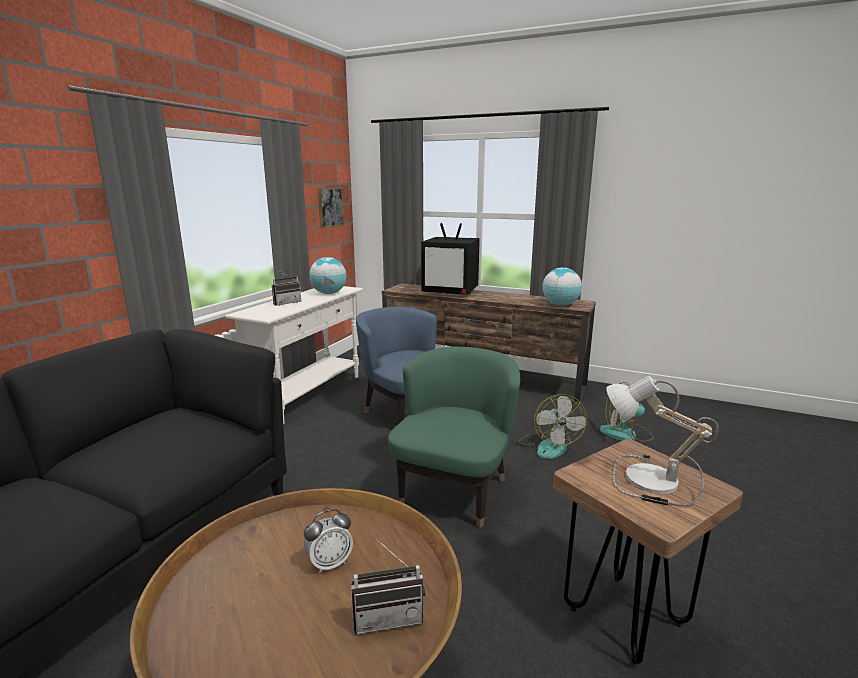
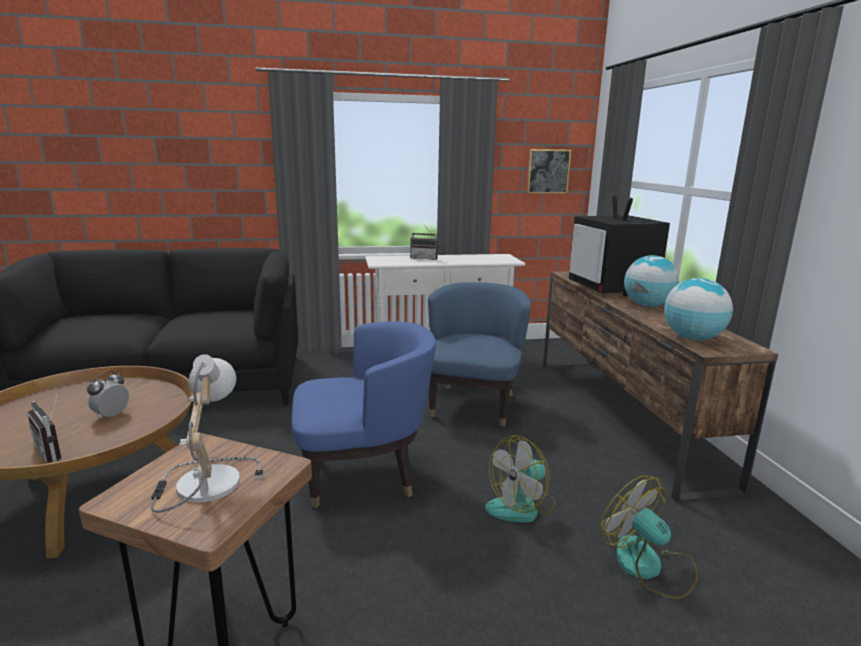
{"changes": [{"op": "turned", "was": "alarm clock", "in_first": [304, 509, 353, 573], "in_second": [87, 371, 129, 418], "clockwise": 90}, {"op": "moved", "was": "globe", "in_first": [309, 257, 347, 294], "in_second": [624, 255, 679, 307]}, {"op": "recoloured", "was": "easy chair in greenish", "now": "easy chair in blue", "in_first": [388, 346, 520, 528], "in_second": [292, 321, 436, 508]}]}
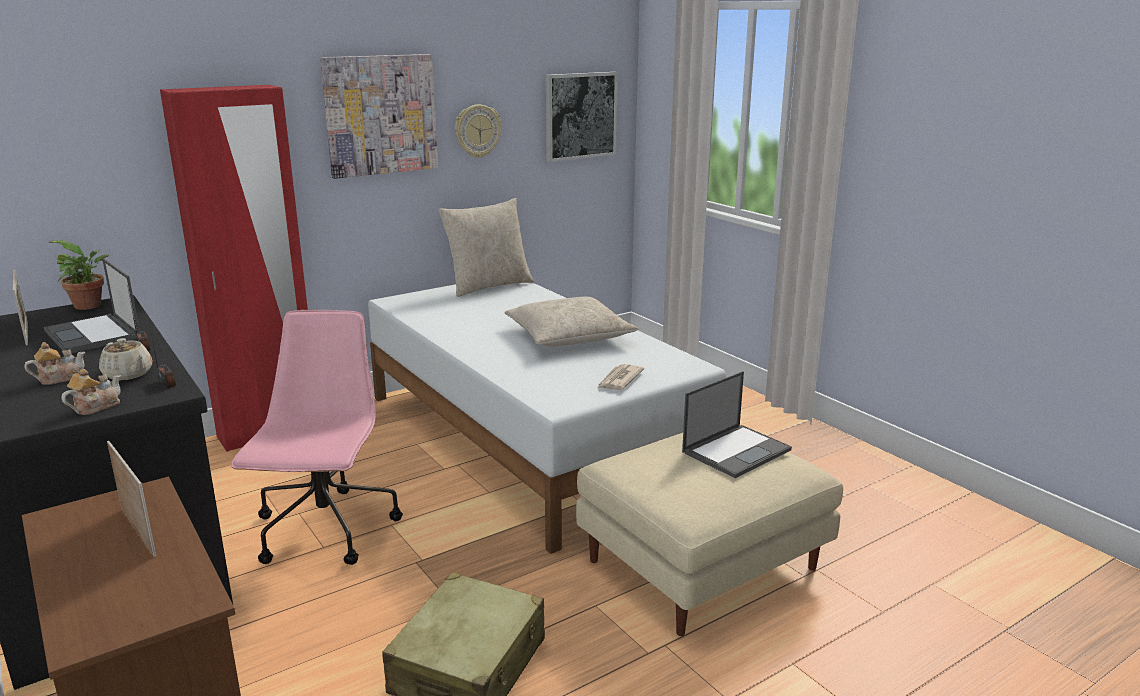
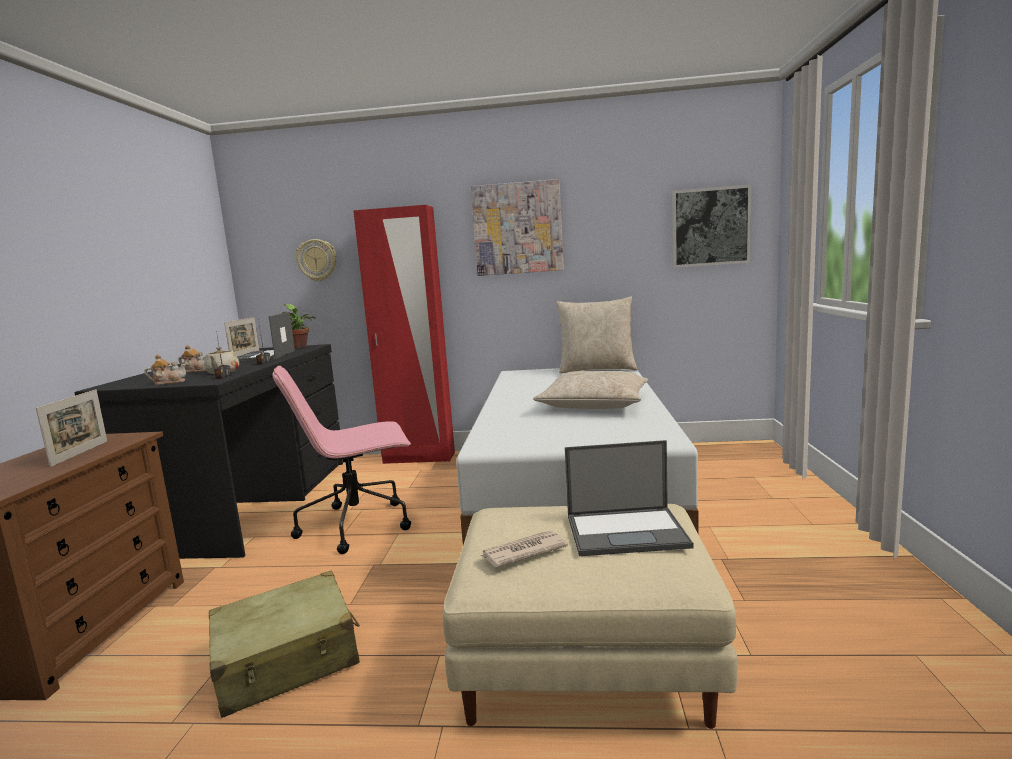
{"changes": [{"op": "turned", "was": "computer chair in pinkish", "in_first": [231, 310, 403, 565], "in_second": [272, 366, 411, 554], "clockwise": -150}, {"op": "moved", "was": "wall clock", "in_first": [455, 104, 502, 158], "in_second": [296, 239, 336, 281]}, {"op": "moved", "was": "daily paper", "in_first": [598, 364, 644, 390], "in_second": [480, 531, 568, 567]}]}
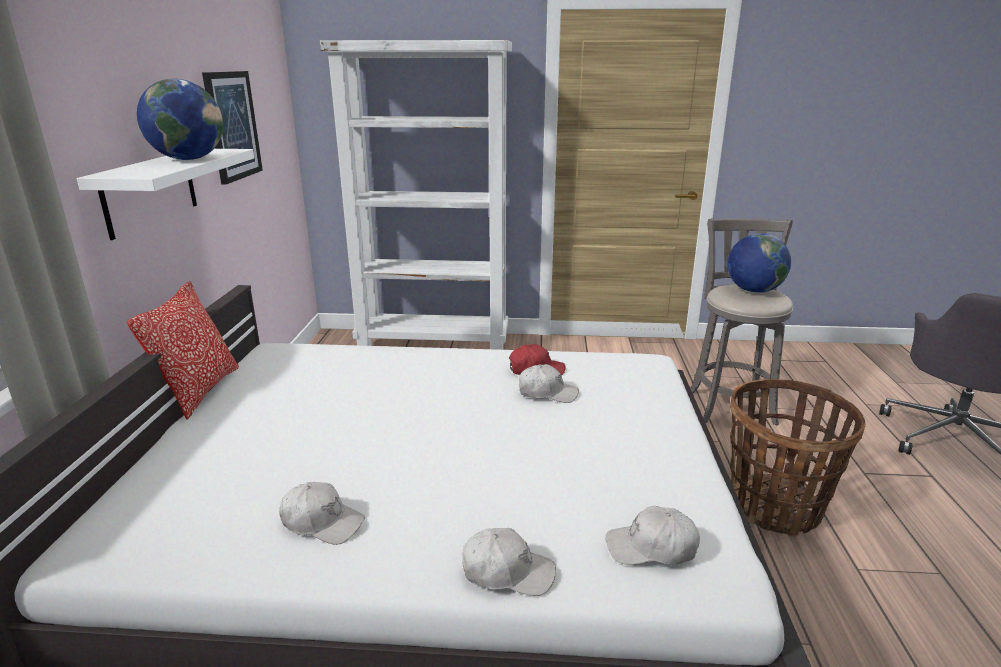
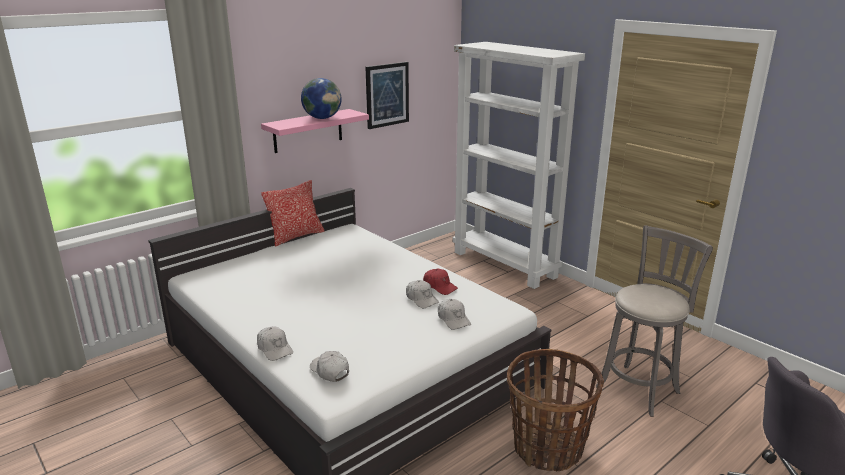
{"changes": [{"op": "recoloured", "was": "bracket shelf in white-coloured", "now": "bracket shelf in pinkish", "in_first": [77, 149, 254, 240], "in_second": [261, 109, 369, 153]}, {"op": "moved", "was": "cap in white-coloured", "in_first": [279, 482, 365, 545], "in_second": [438, 299, 471, 330]}, {"op": "removed", "was": "globe", "in_first": [727, 233, 791, 293]}]}
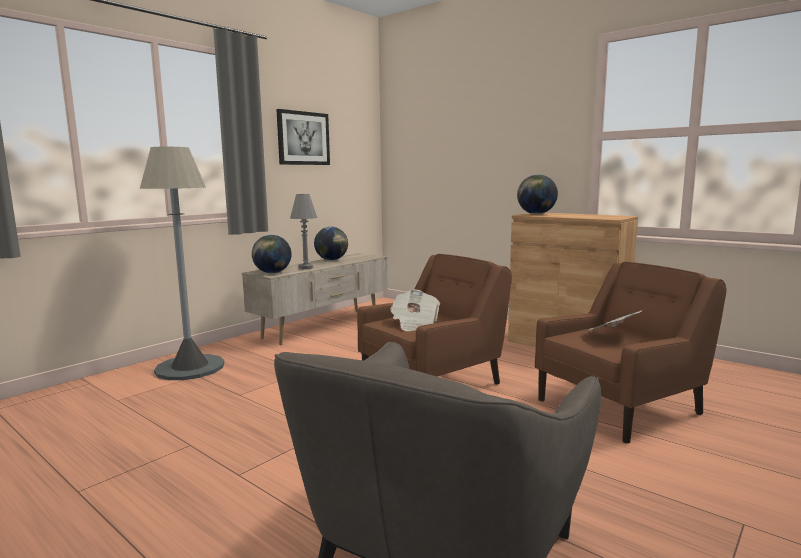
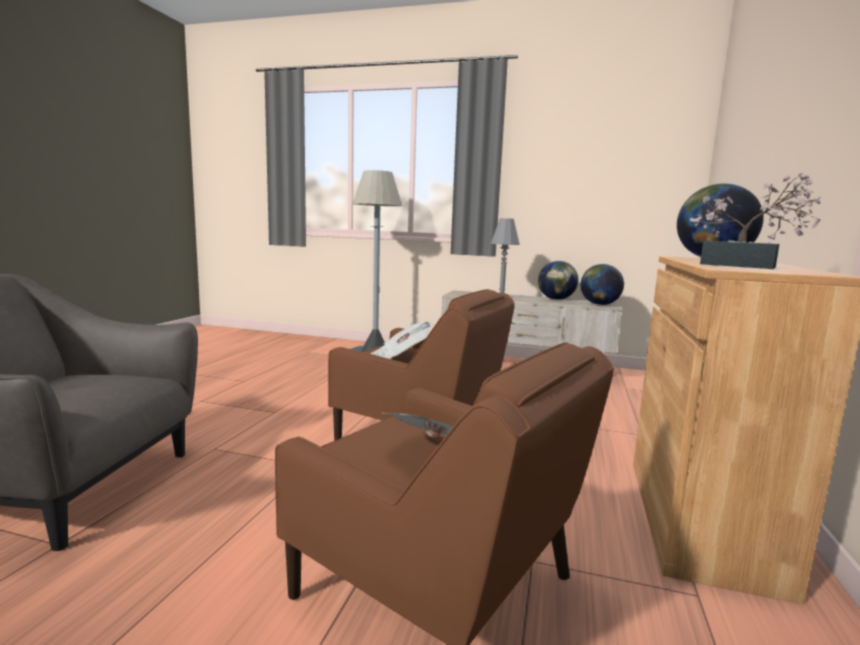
{"changes": [{"op": "moved", "was": "globe", "in_first": [252, 235, 292, 273], "in_second": [581, 264, 624, 305]}, {"op": "removed", "was": "picture", "in_first": [276, 109, 330, 165]}, {"op": "added", "now": "houseplant", "in_second": [690, 172, 820, 269]}]}
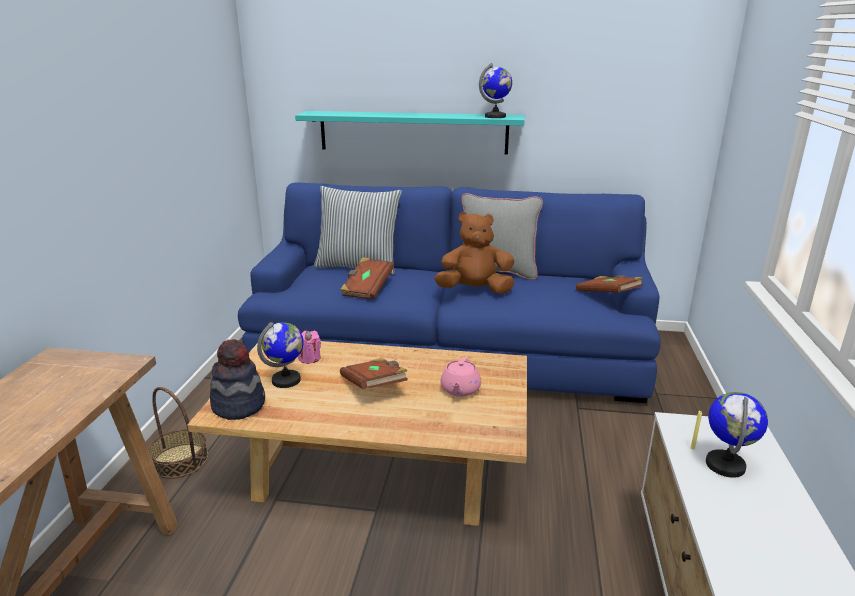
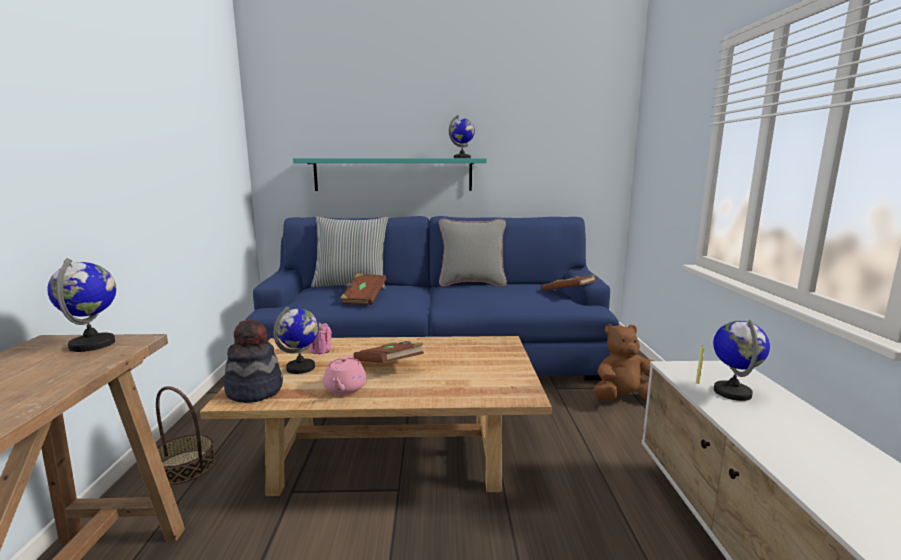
{"changes": [{"op": "moved", "was": "soft toy in brown-coloured", "in_first": [434, 212, 514, 294], "in_second": [593, 324, 654, 400]}, {"op": "moved", "was": "pot for tea in pinkish", "in_first": [440, 357, 481, 397], "in_second": [323, 356, 367, 395]}, {"op": "added", "now": "globe", "in_second": [47, 258, 116, 352]}]}
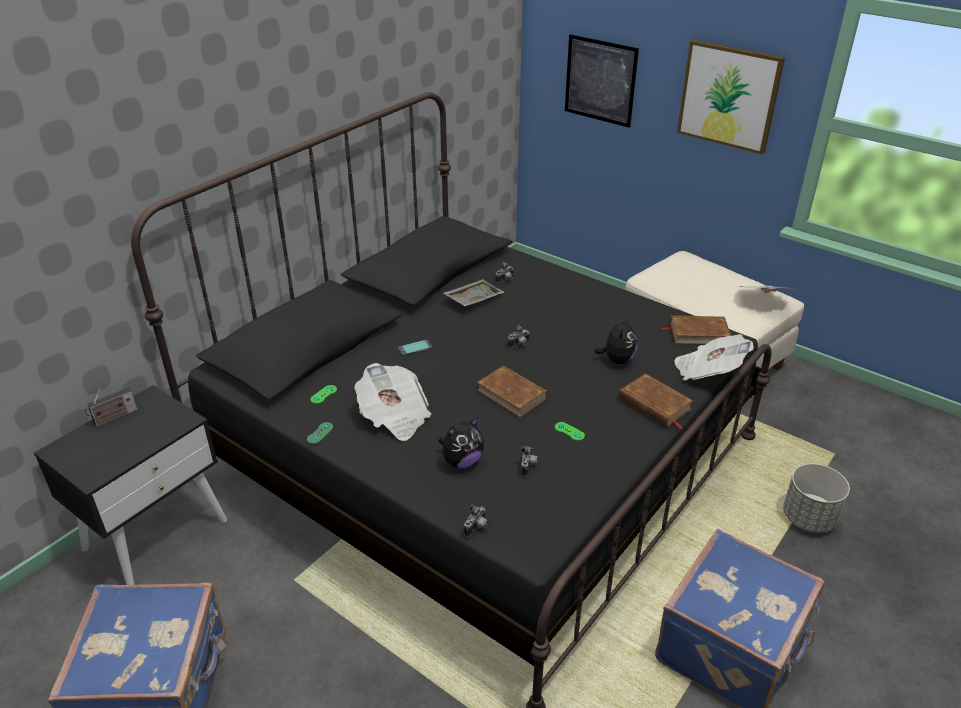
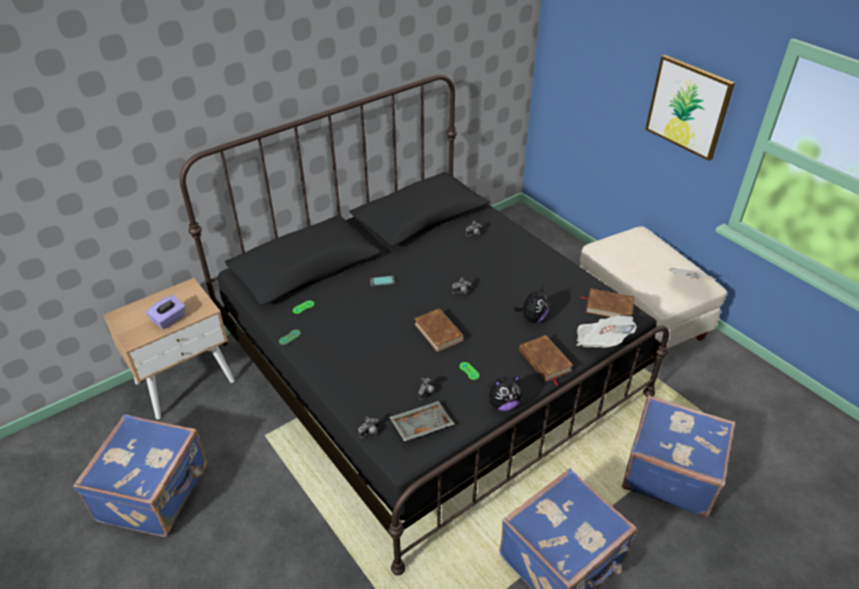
{"changes": [{"op": "recoloured", "was": "night table in black-coloured", "now": "night table in sand-coloured", "in_first": [34, 385, 227, 585], "in_second": [103, 278, 235, 419]}, {"op": "removed", "was": "radio", "in_first": [84, 387, 138, 427]}, {"op": "removed", "was": "daily paper", "in_first": [354, 363, 432, 441]}, {"op": "moved", "was": "soft toy", "in_first": [438, 416, 484, 468], "in_second": [488, 375, 522, 411]}, {"op": "moved", "was": "carrying tray in gray", "in_first": [443, 279, 504, 306], "in_second": [389, 401, 454, 441]}, {"op": "removed", "was": "picture", "in_first": [565, 34, 639, 128]}, {"op": "replaced", "was": "flower pot in gray", "now": "travel case in blue", "in_first": [783, 463, 850, 533], "in_second": [622, 395, 735, 518]}, {"op": "added", "now": "box of tissues in purple", "in_second": [146, 295, 186, 329]}]}
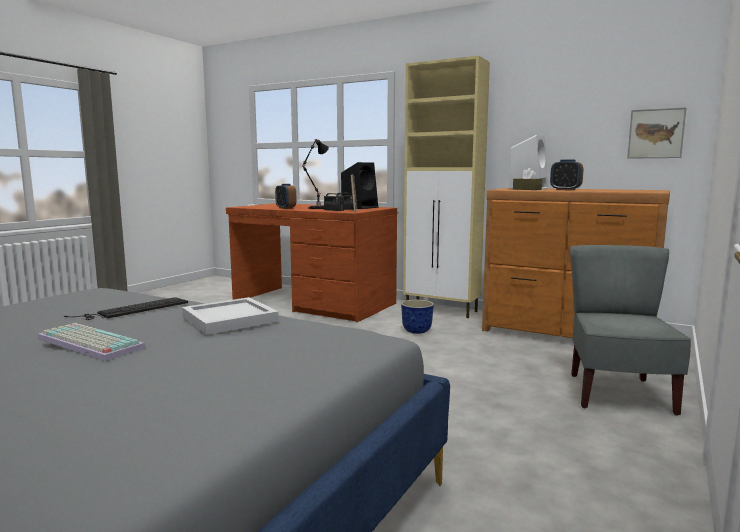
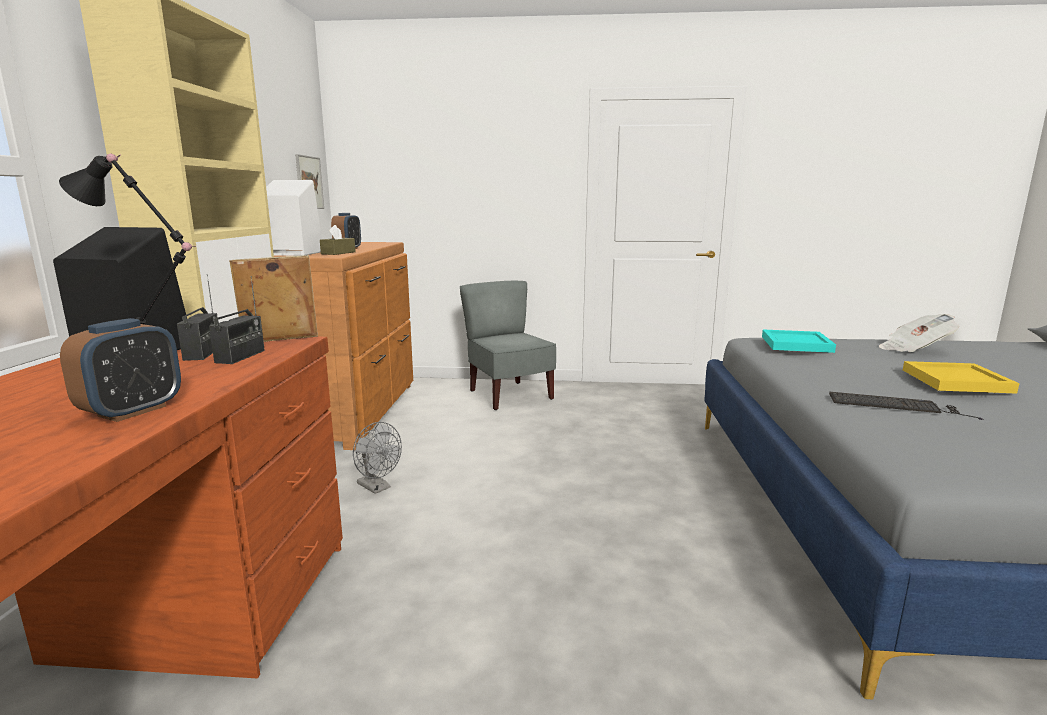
{"changes": [{"op": "replaced", "was": "PC keyboard", "now": "carrying tray in yellow", "in_first": [38, 323, 146, 361], "in_second": [903, 361, 1020, 394]}, {"op": "removed", "was": "carrying tray in white-coloured", "in_first": [182, 297, 279, 335]}, {"op": "replaced", "was": "flower pot", "now": "fan in gray", "in_first": [401, 300, 434, 334], "in_second": [353, 422, 402, 494]}, {"op": "turned", "was": "chair in gray", "in_first": [570, 245, 691, 416], "in_second": [460, 281, 556, 410], "clockwise": 75}, {"op": "added", "now": "carrying tray in turquoise", "in_second": [762, 330, 836, 353]}, {"op": "added", "now": "daily paper", "in_second": [879, 314, 959, 352]}]}
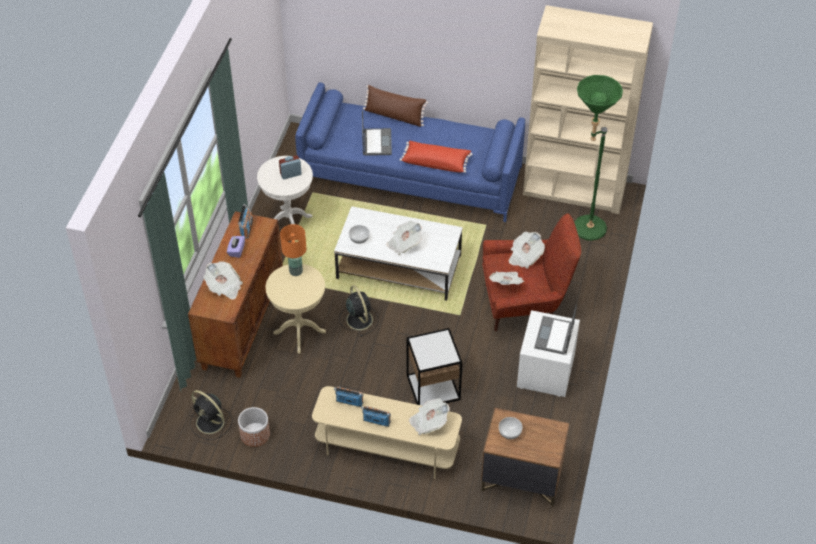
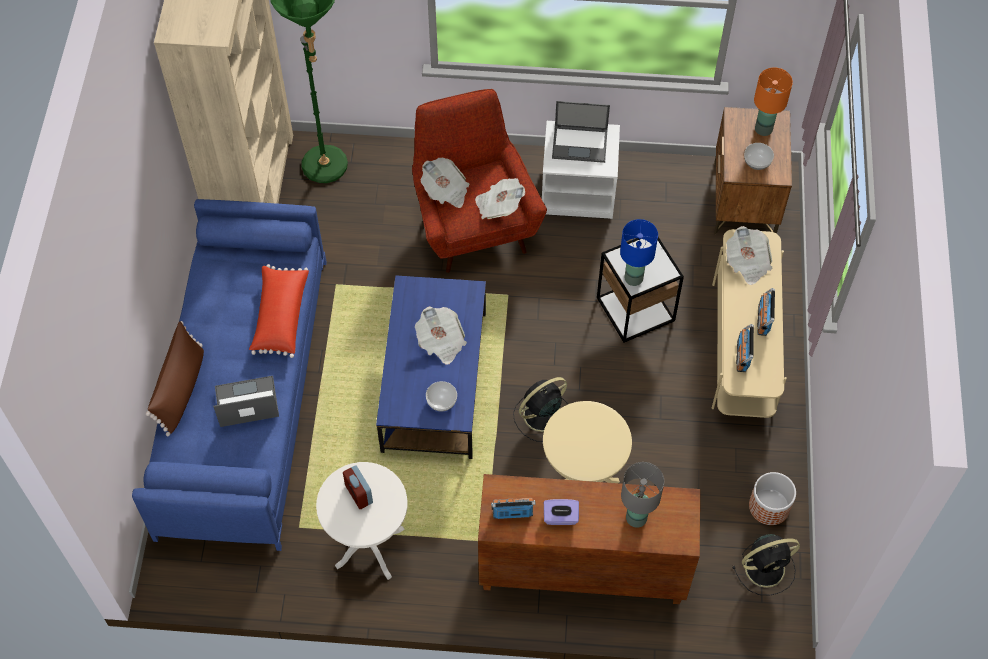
{"changes": [{"op": "turned", "was": "fan in black-coloured", "in_first": [190, 390, 233, 440], "in_second": [732, 534, 800, 595], "clockwise": 45}, {"op": "replaced", "was": "daily paper", "now": "lamp for a table in gray", "in_first": [204, 261, 243, 300], "in_second": [621, 462, 664, 528]}, {"op": "moved", "was": "lamp for a table in orange", "in_first": [280, 224, 306, 276], "in_second": [754, 67, 793, 136]}, {"op": "recoloured", "was": "lounge table in white-coloured", "now": "lounge table in blue", "in_first": [334, 206, 463, 301], "in_second": [376, 275, 486, 459]}, {"op": "added", "now": "lamp for a table in blue", "in_second": [620, 219, 658, 286]}]}
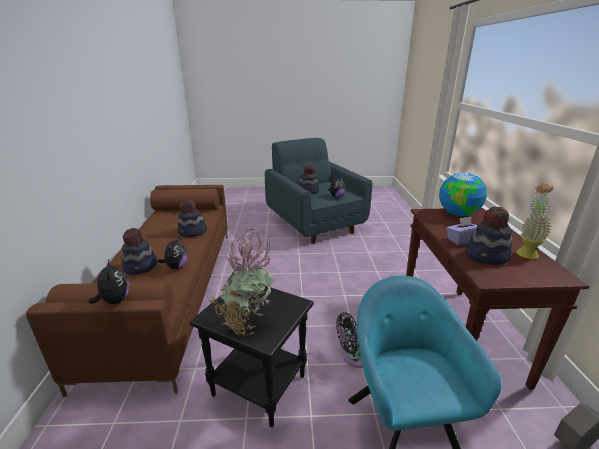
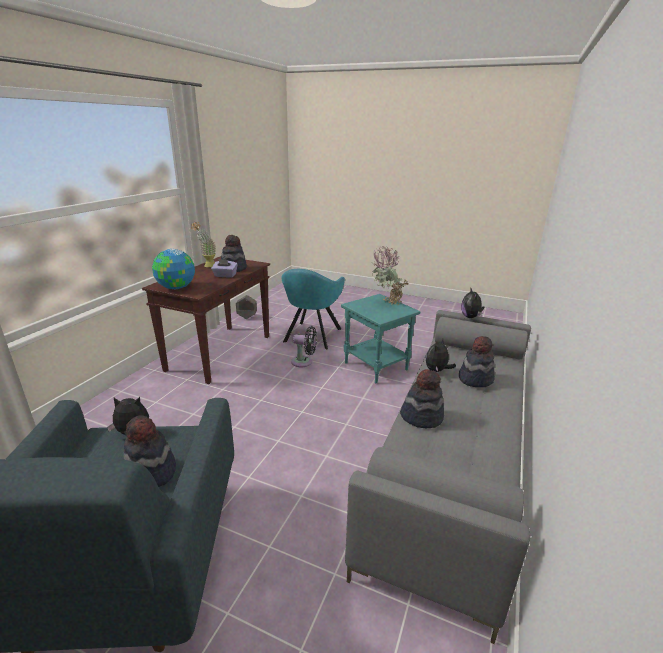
{"changes": [{"op": "recoloured", "was": "settee in brown-coloured", "now": "settee in gray", "in_first": [26, 185, 228, 397], "in_second": [345, 310, 531, 644]}, {"op": "recoloured", "was": "accent table in black-coloured", "now": "accent table in turquoise", "in_first": [190, 287, 313, 427], "in_second": [341, 294, 420, 383]}]}
